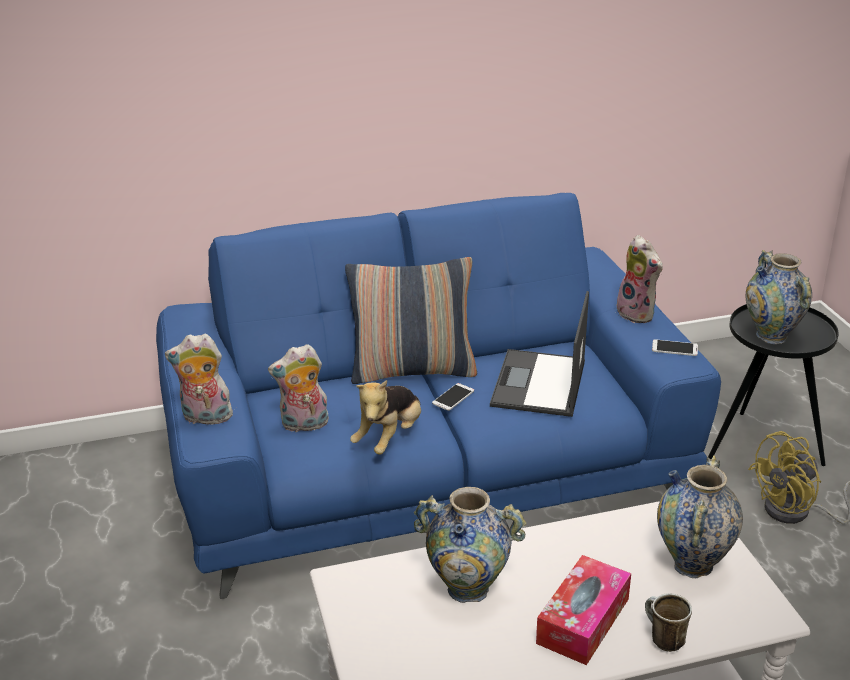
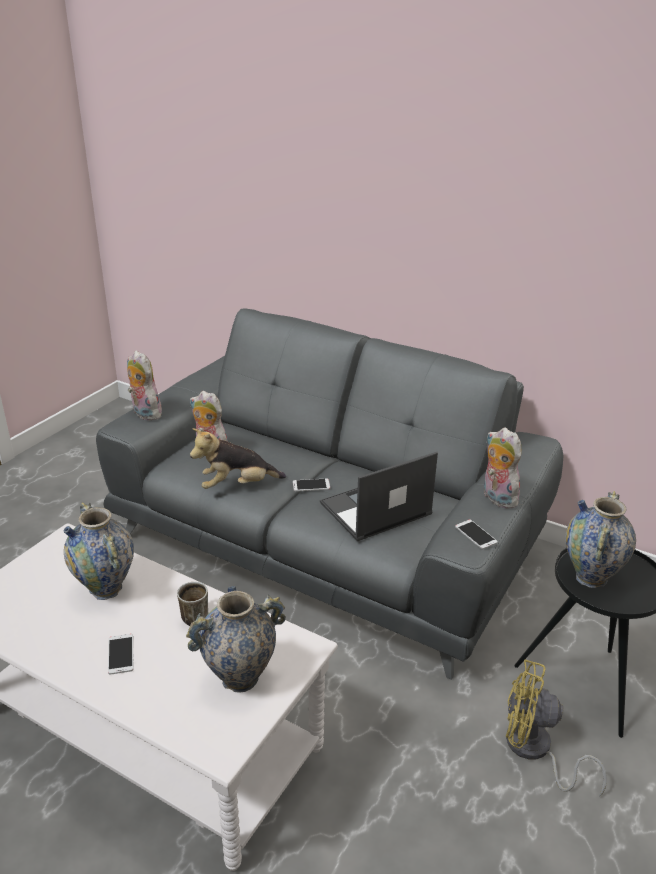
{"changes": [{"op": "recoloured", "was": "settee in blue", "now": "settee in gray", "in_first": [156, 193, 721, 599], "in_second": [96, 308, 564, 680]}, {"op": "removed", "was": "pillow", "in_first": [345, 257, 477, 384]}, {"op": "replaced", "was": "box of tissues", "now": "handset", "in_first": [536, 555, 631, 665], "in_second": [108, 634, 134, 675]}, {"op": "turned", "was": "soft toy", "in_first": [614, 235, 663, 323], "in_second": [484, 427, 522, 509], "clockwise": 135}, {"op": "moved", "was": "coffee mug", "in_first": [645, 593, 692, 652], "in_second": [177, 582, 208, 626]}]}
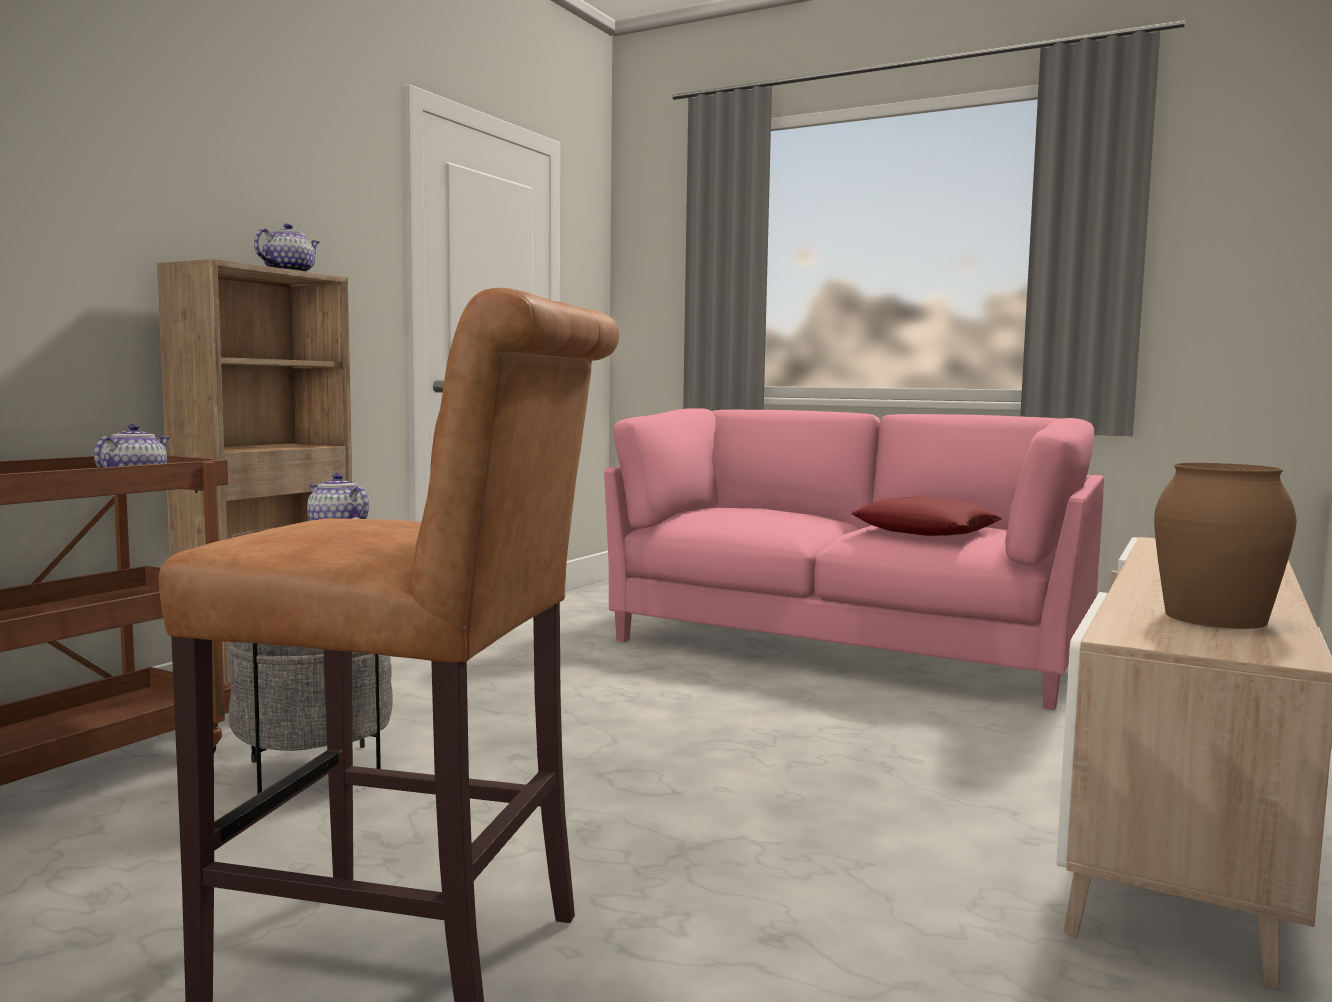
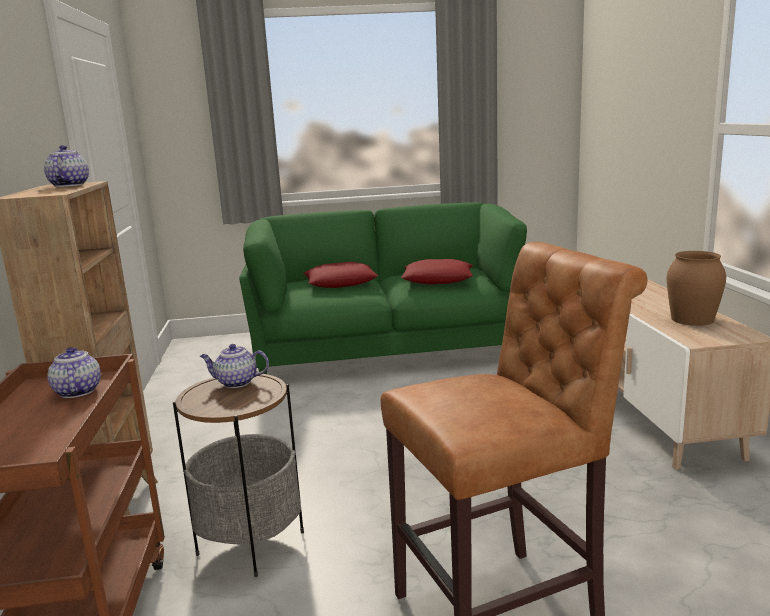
{"changes": [{"op": "recoloured", "was": "settee in pinkish", "now": "settee in greenish", "in_first": [604, 408, 1104, 710], "in_second": [239, 202, 527, 374]}, {"op": "added", "now": "pillow in red", "in_second": [303, 262, 378, 288]}]}
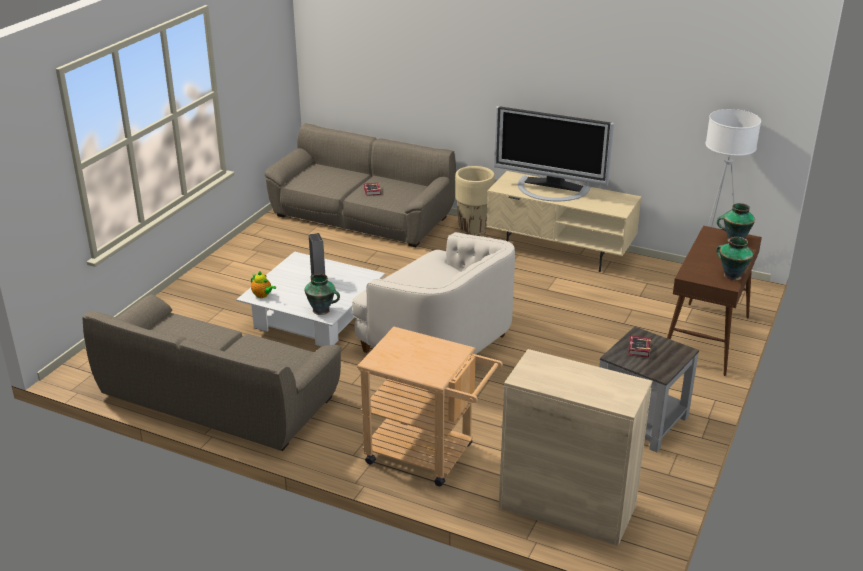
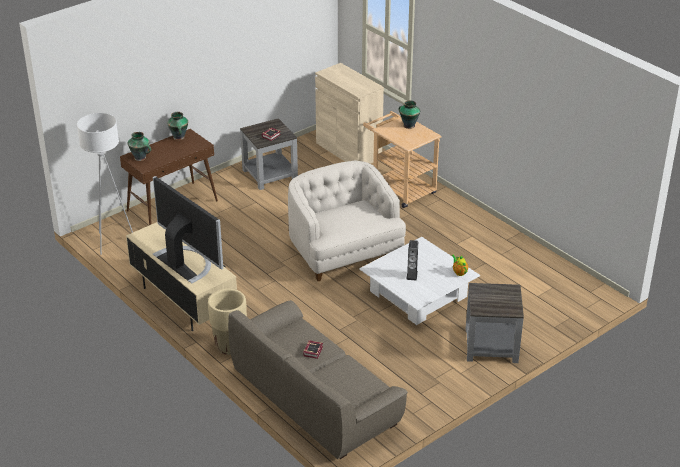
{"changes": [{"op": "removed", "was": "settee", "in_first": [82, 295, 342, 451]}, {"op": "moved", "was": "decorative vase", "in_first": [304, 274, 340, 315], "in_second": [399, 100, 420, 129]}, {"op": "added", "now": "accent table in gray", "in_second": [466, 283, 524, 363]}]}
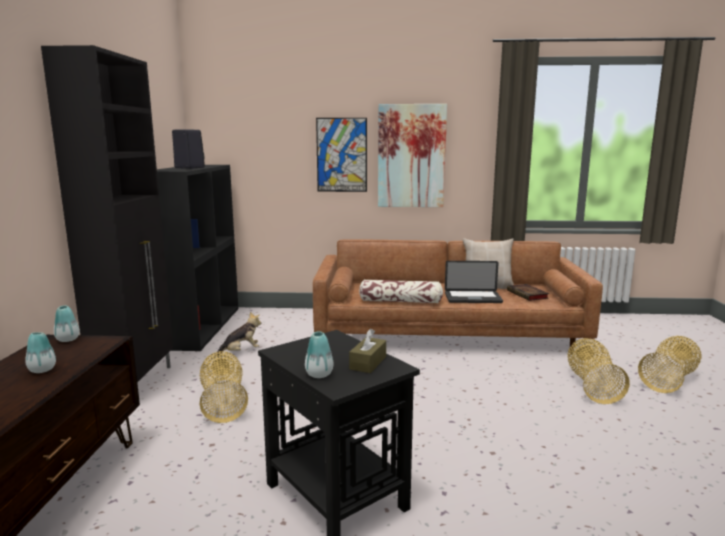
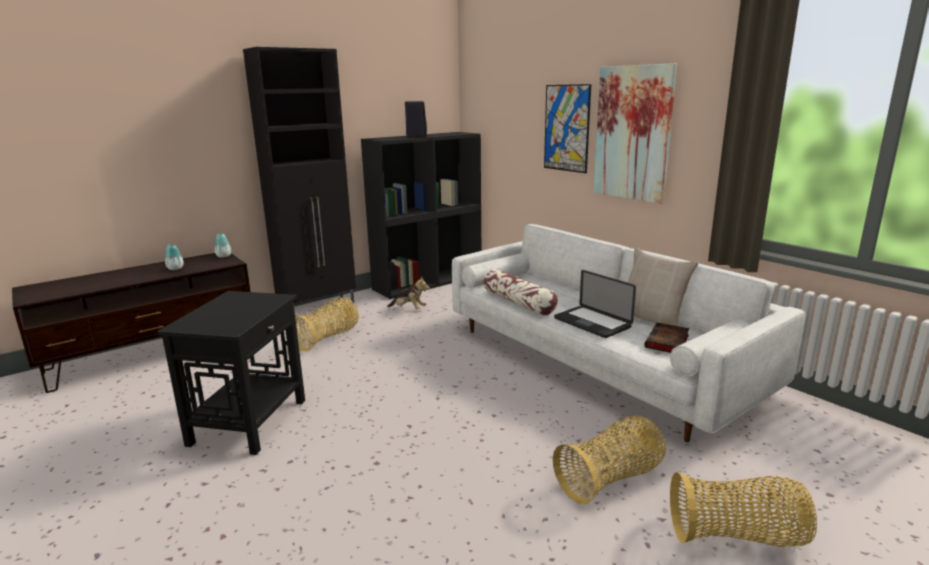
{"changes": [{"op": "removed", "was": "decorative vase", "in_first": [305, 331, 333, 378]}, {"op": "recoloured", "was": "settee in brown-coloured", "now": "settee in white-coloured", "in_first": [313, 239, 603, 354], "in_second": [452, 224, 806, 442]}, {"op": "removed", "was": "box of tissues in brown-coloured", "in_first": [349, 329, 386, 373]}]}
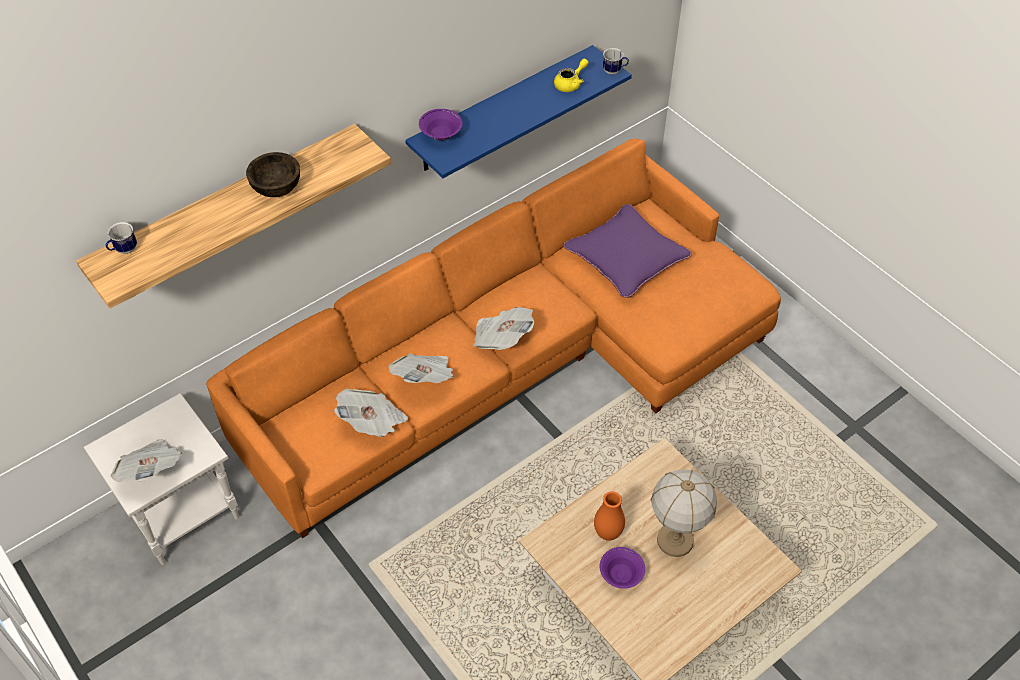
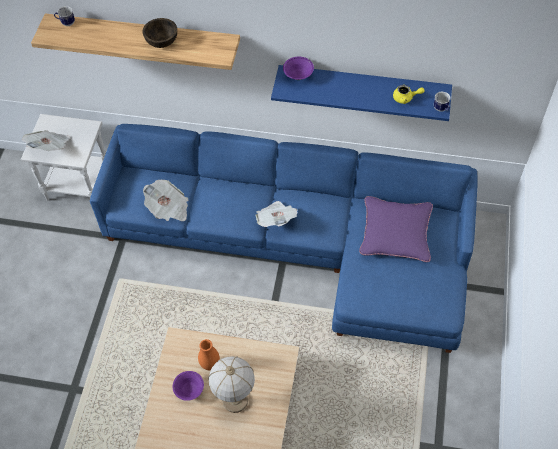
{"changes": [{"op": "recoloured", "was": "settee in orange", "now": "settee in blue", "in_first": [206, 139, 781, 539], "in_second": [90, 124, 478, 353]}, {"op": "removed", "was": "daily paper", "in_first": [388, 354, 453, 383]}]}
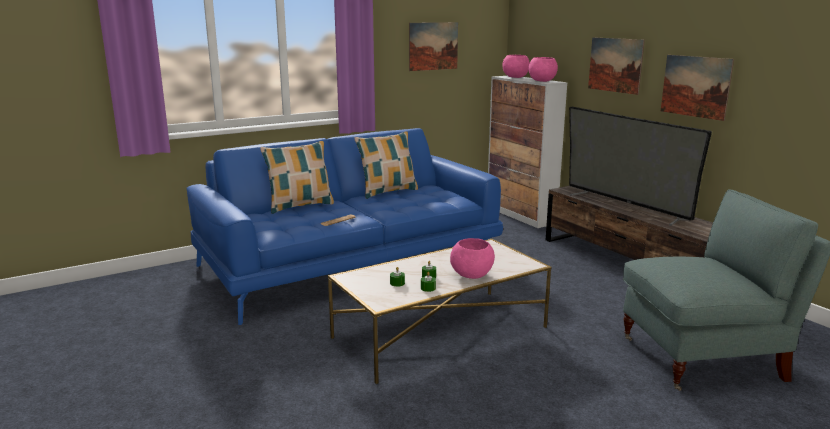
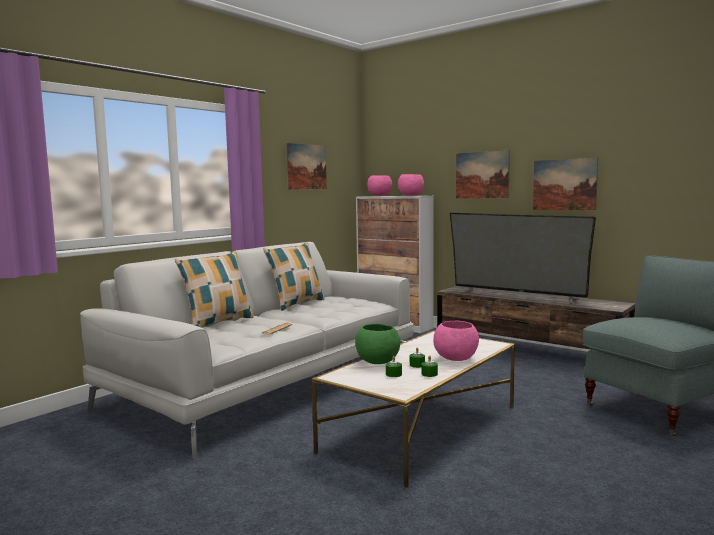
{"changes": [{"op": "recoloured", "was": "settee in blue", "now": "settee in white-coloured", "in_first": [186, 128, 503, 325], "in_second": [80, 242, 414, 460]}, {"op": "added", "now": "bowl in greenish", "in_second": [355, 324, 400, 364]}]}
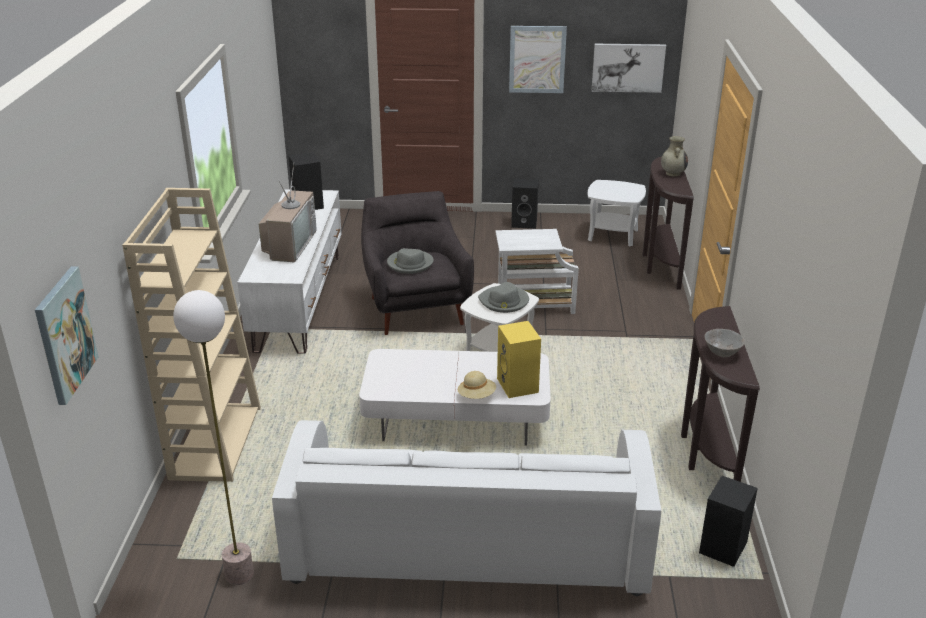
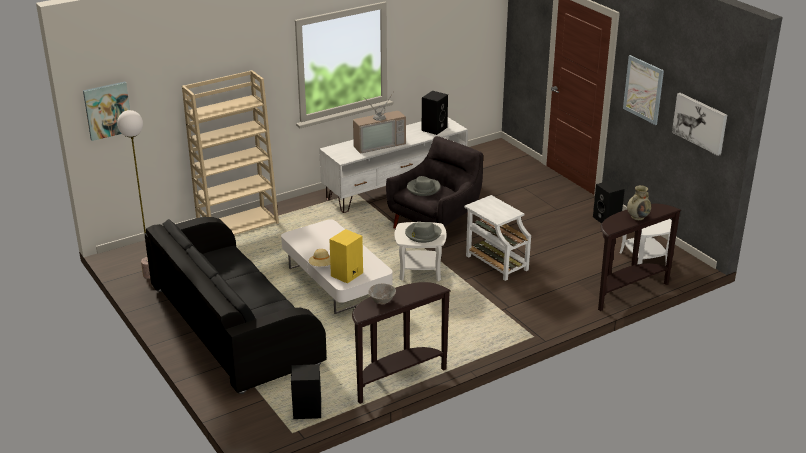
{"changes": [{"op": "recoloured", "was": "settee in white-coloured", "now": "settee in black-coloured", "in_first": [272, 420, 661, 597], "in_second": [145, 217, 327, 394]}]}
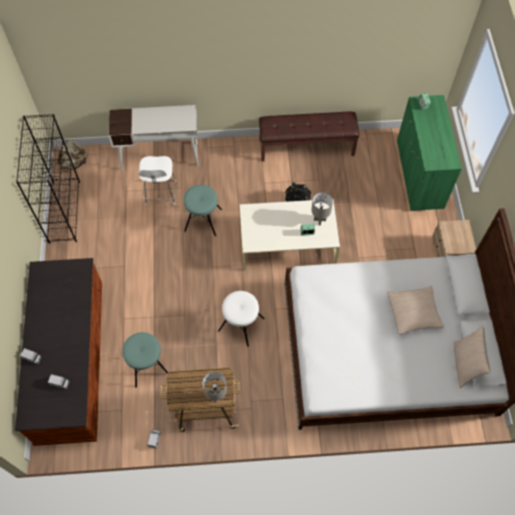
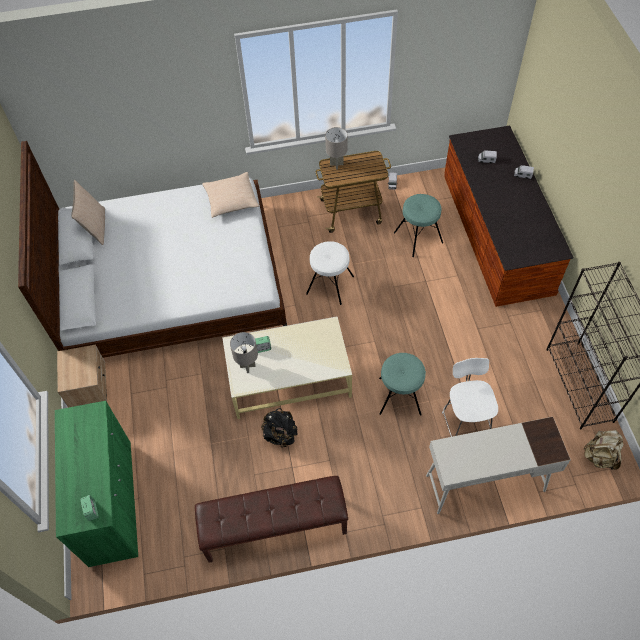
{"changes": [{"op": "moved", "was": "pillow in sand-coloured", "in_first": [387, 286, 444, 335], "in_second": [202, 172, 259, 218]}]}
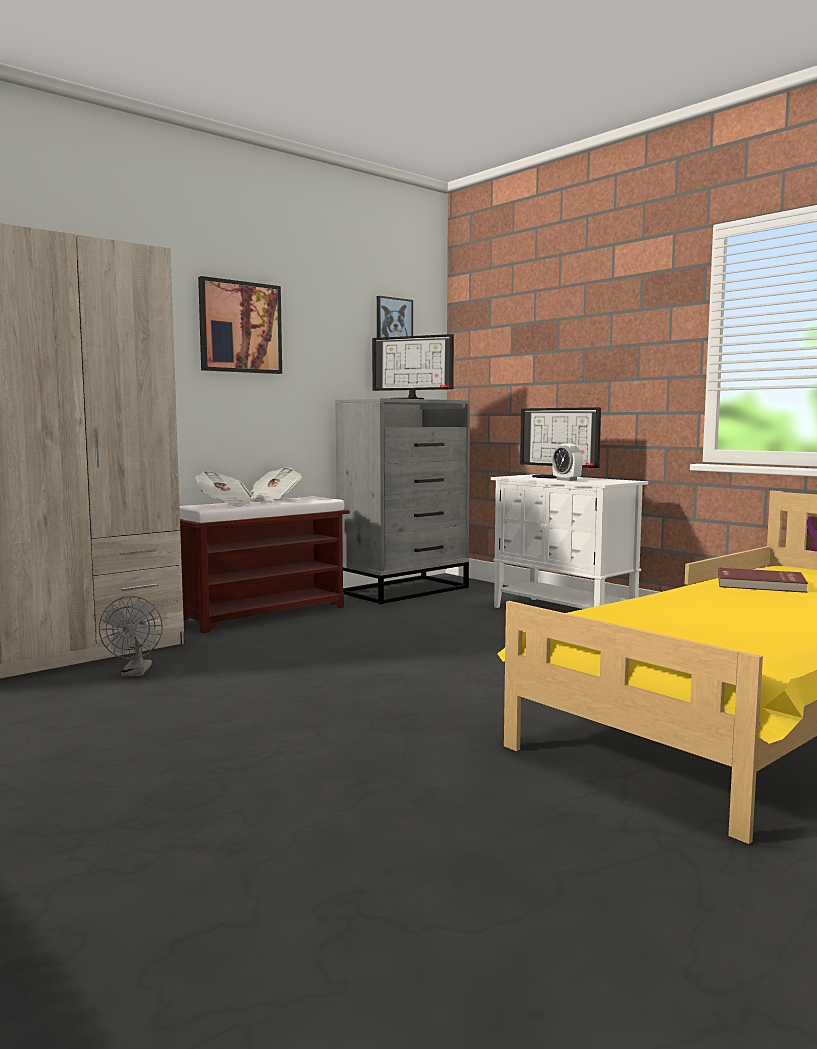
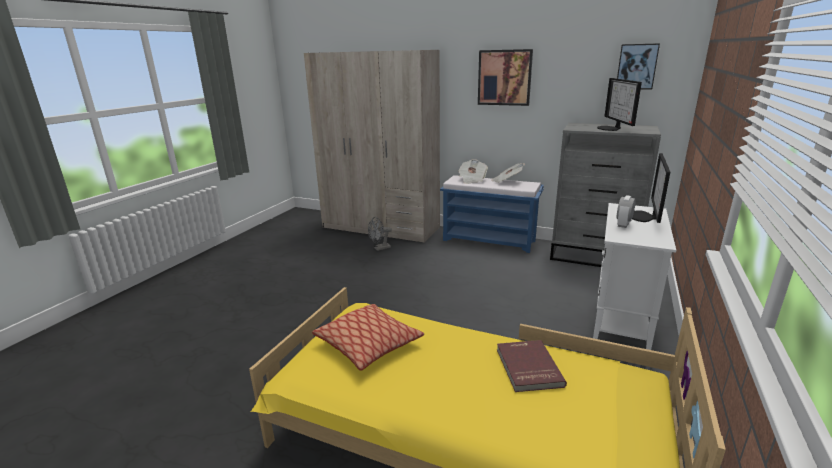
{"changes": [{"op": "recoloured", "was": "indoor bench in brown-coloured", "now": "indoor bench in blue", "in_first": [180, 496, 350, 633], "in_second": [440, 175, 544, 253]}, {"op": "added", "now": "pillow", "in_second": [312, 304, 424, 371]}]}
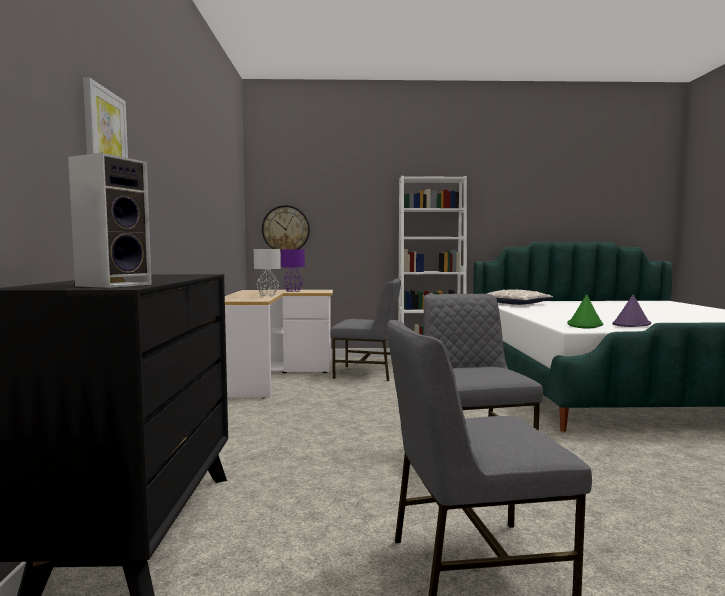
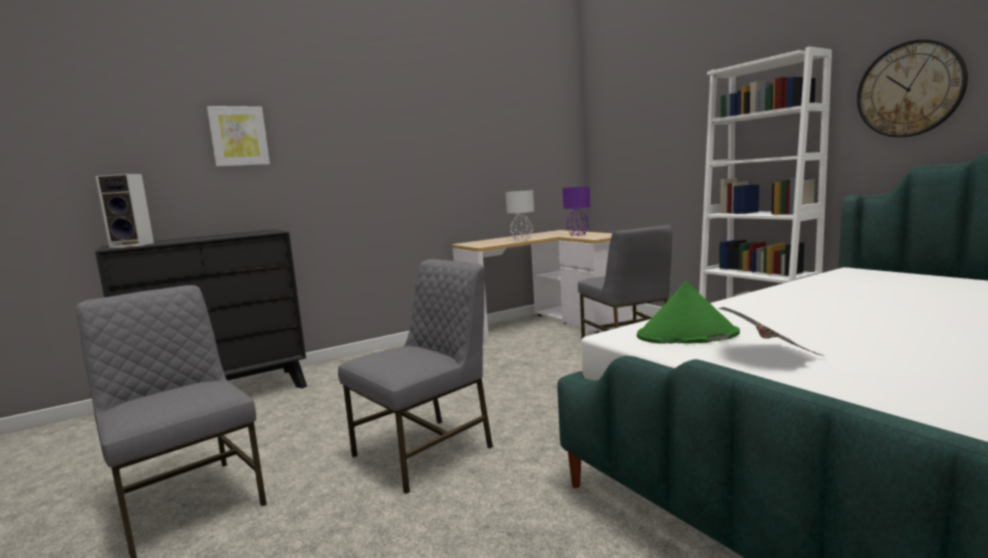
{"changes": [{"op": "moved", "was": "wall clock", "in_first": [262, 205, 310, 253], "in_second": [857, 39, 968, 137]}, {"op": "removed", "was": "pillow", "in_first": [487, 289, 553, 305]}, {"op": "replaced", "was": "hat in purple", "now": "daily paper", "in_first": [612, 294, 651, 327], "in_second": [719, 307, 826, 356]}]}
